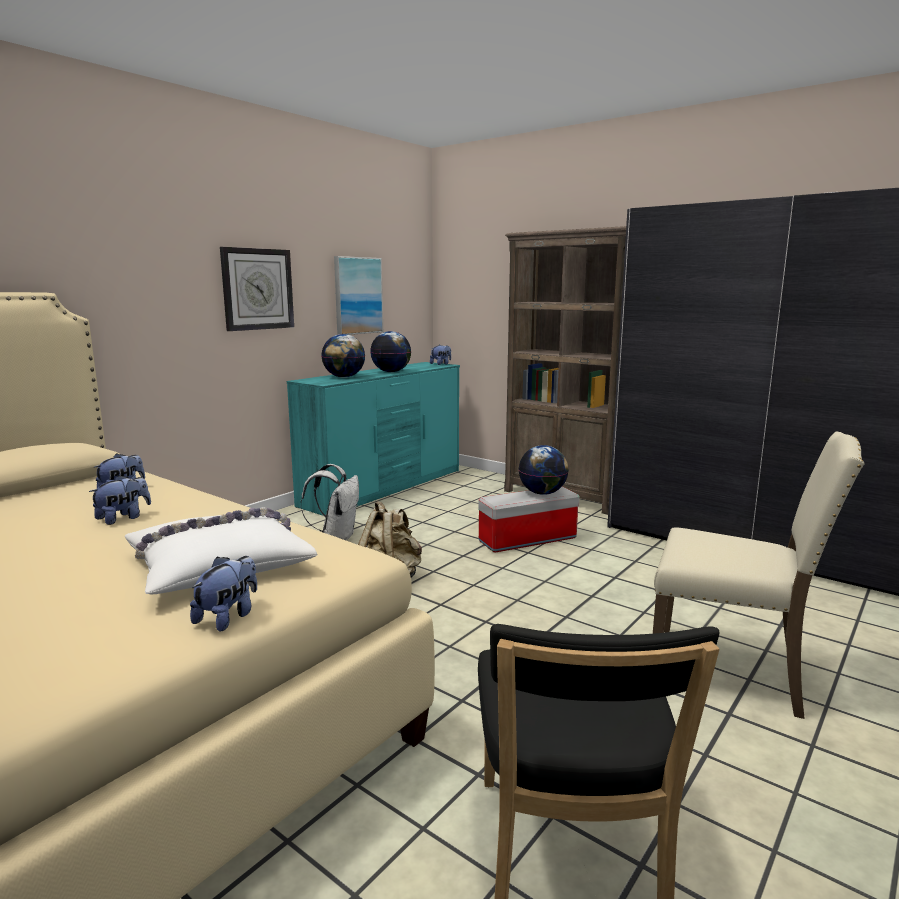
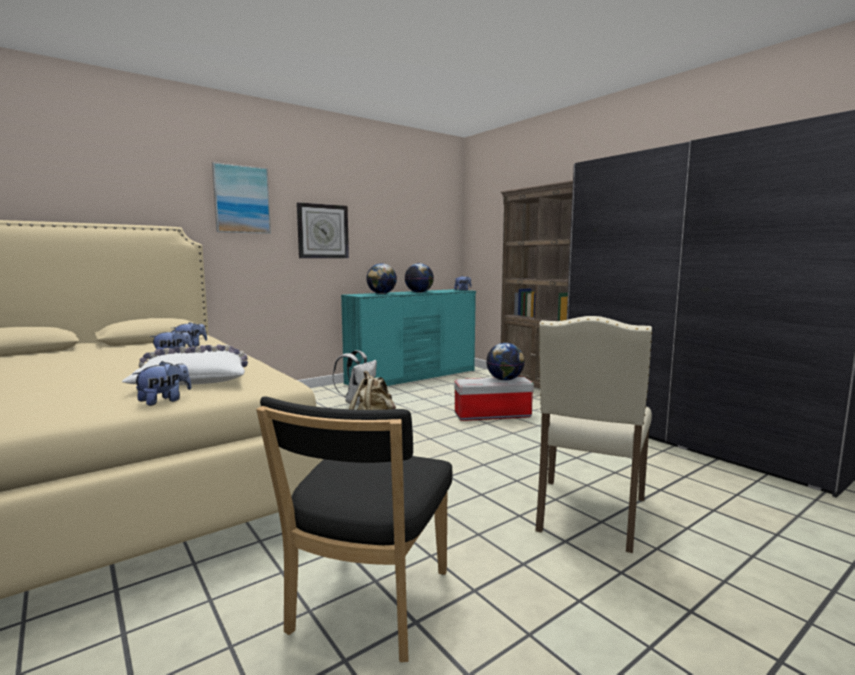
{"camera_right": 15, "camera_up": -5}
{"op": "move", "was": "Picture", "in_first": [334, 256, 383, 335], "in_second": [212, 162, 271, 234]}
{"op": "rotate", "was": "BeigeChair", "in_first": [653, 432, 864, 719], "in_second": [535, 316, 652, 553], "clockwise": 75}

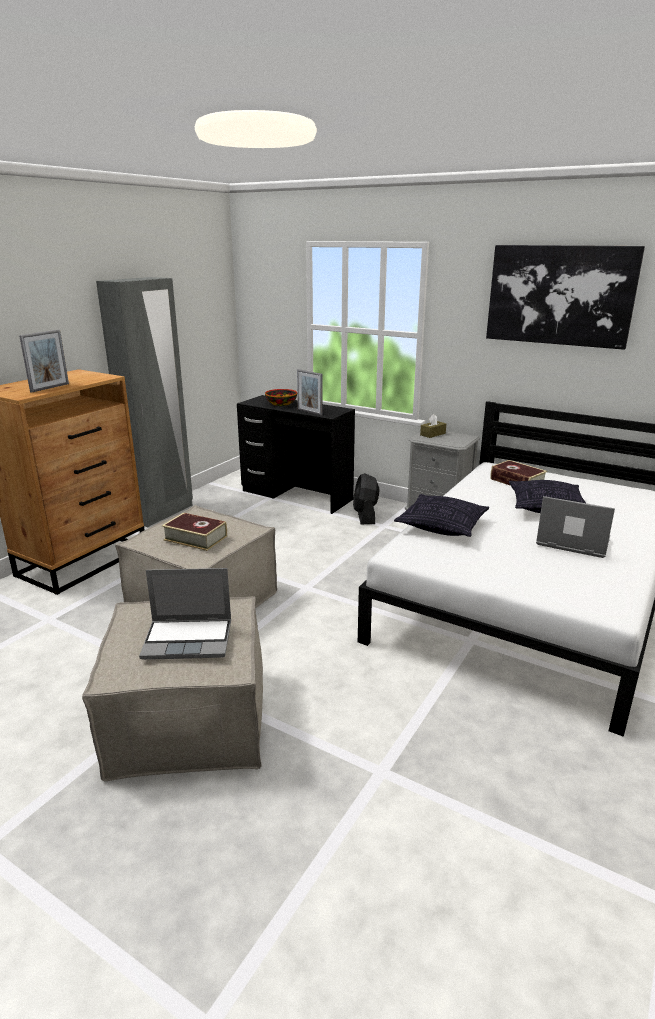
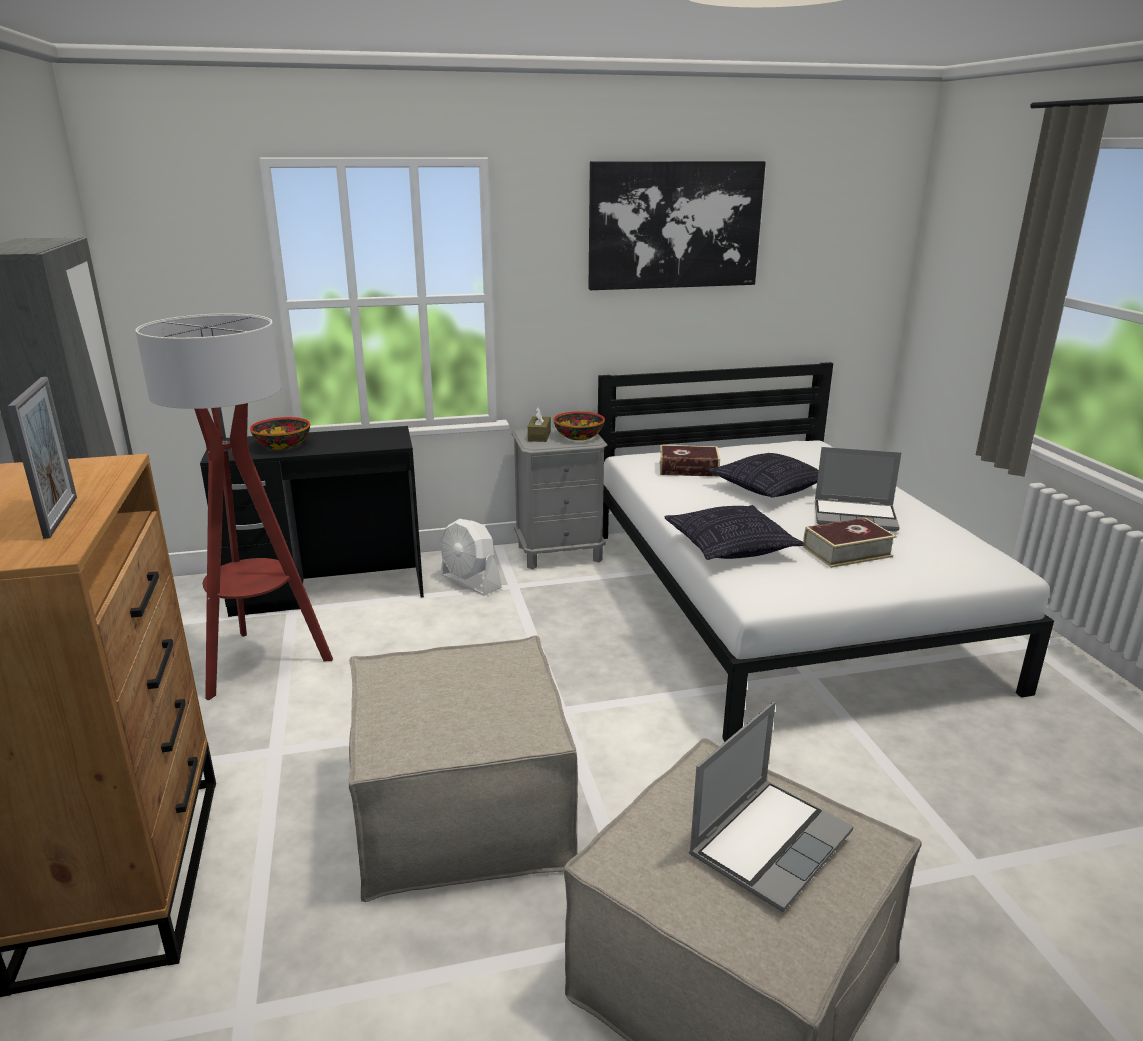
{"camera_right": -45, "camera_up": 0}
{"op": "move", "was": "Book", "in_first": [162, 513, 227, 551], "in_second": [803, 518, 896, 568]}
{"op": "delete", "was": "PictureFrame", "in_first": [297, 369, 323, 415]}
{"op": "recolor", "was": "BlackFan", "now": "WhiteFan", "in_first": [353, 473, 379, 524], "in_second": [441, 519, 501, 596]}
{"op": "rotate", "was": "Laptop", "in_first": [536, 496, 615, 558], "in_second": [815, 447, 901, 532], "clockwise": -150}
{"op": "insert", "now": "FloorLamp", "in_second": [135, 313, 333, 700]}
{"op": "insert", "now": "Bowl", "in_second": [554, 411, 605, 440]}

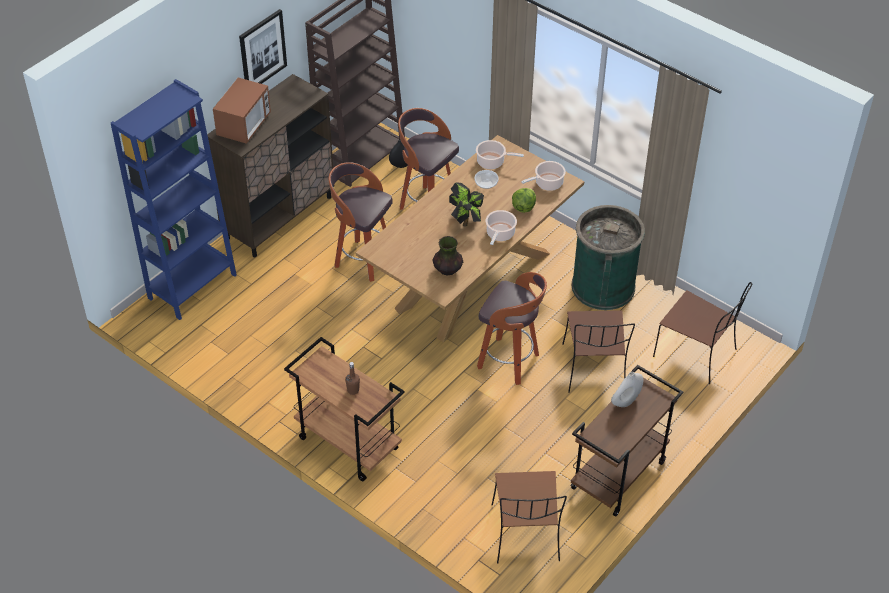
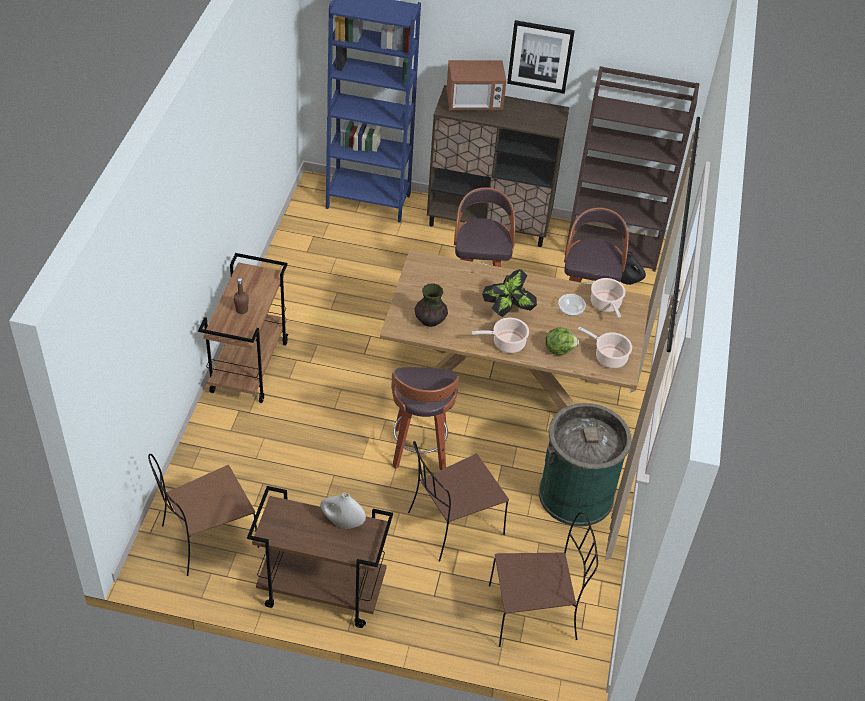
{"camera_right": 60, "camera_up": 0}
{"op": "rotate", "was": "BrownChair", "in_first": [653, 282, 752, 384], "in_second": [489, 512, 598, 647], "clockwise": -105}

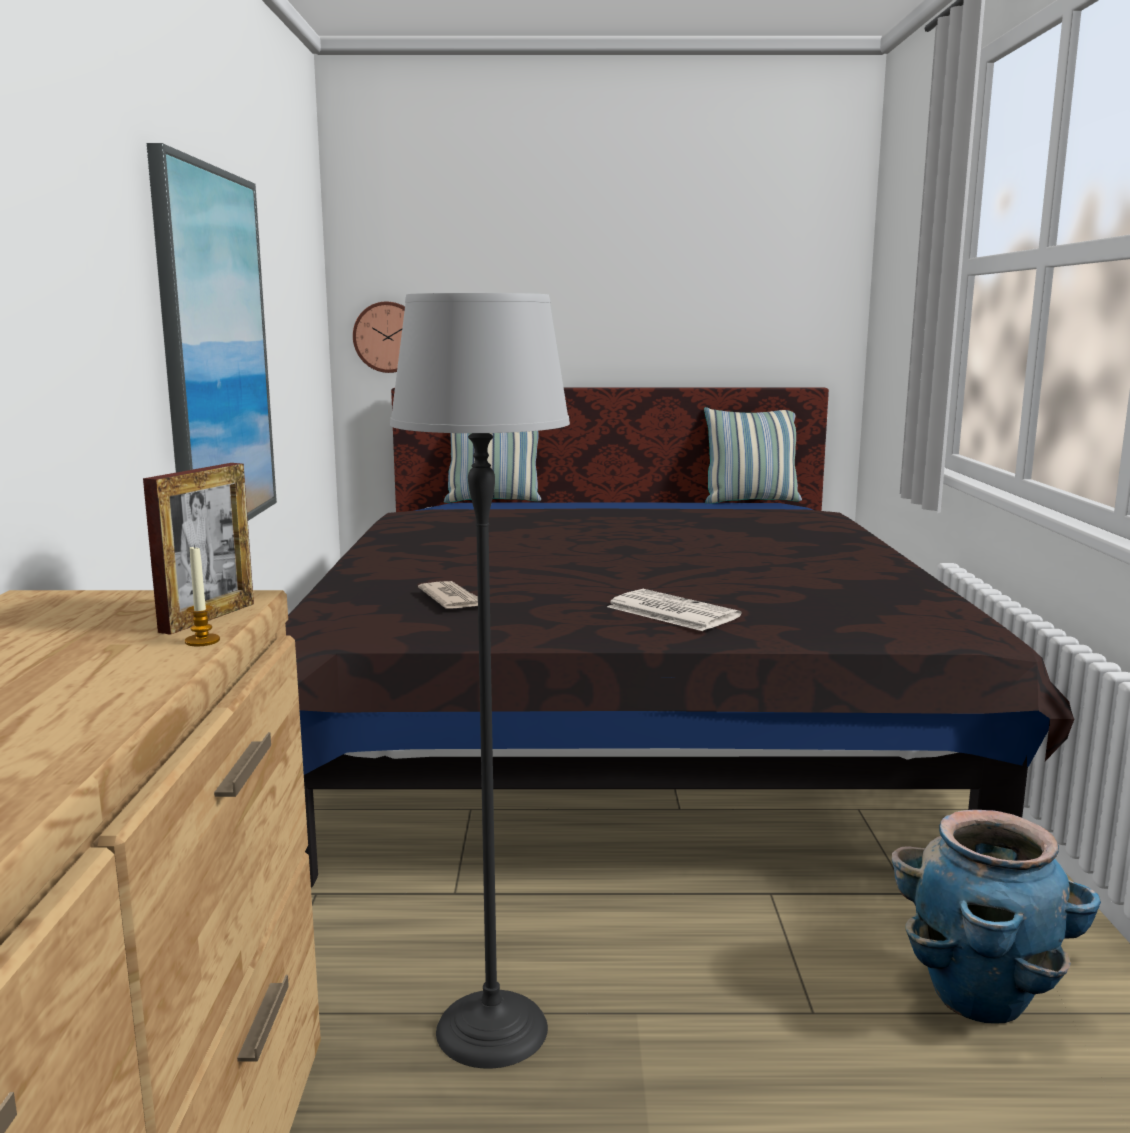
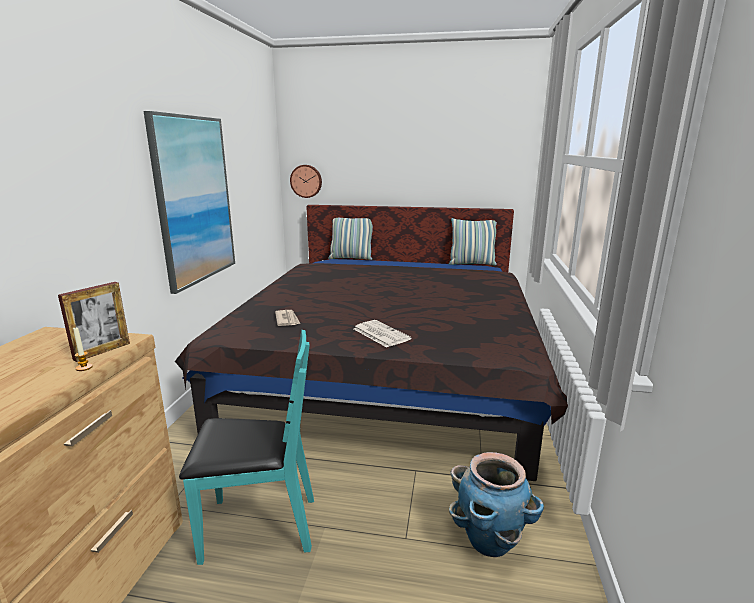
{"camera_right": 10, "camera_up": 5}
{"op": "replace", "was": "FloorLamp", "now": "TurquoiseChair", "in_first": [390, 293, 570, 1069], "in_second": [179, 330, 314, 565]}

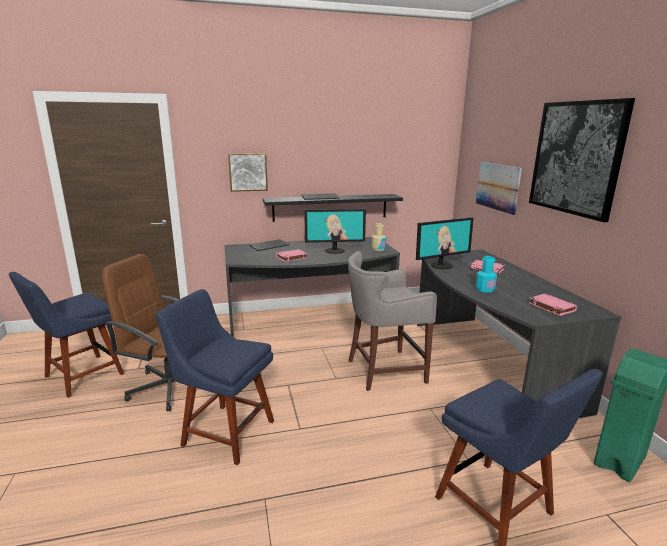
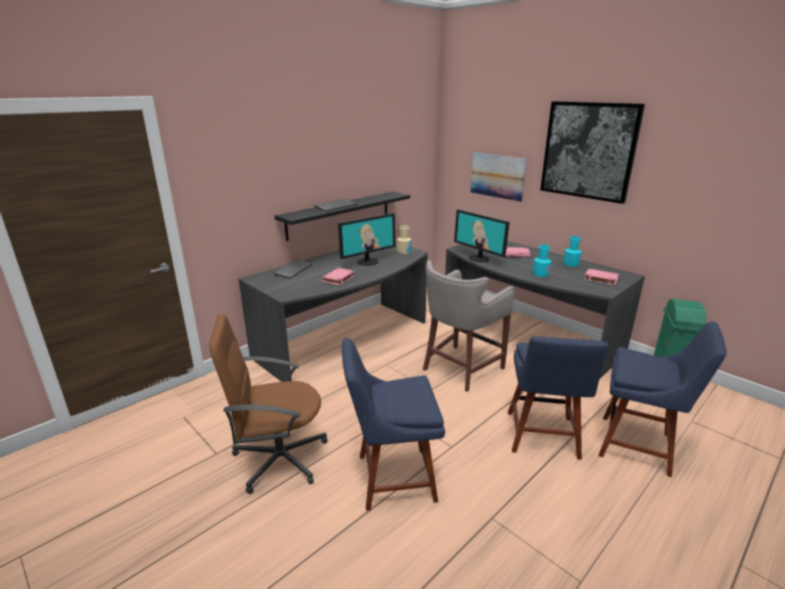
{"camera_right": -30, "camera_up": 5}
{"op": "move", "was": "BlueChair", "in_first": [9, 272, 124, 398], "in_second": [508, 336, 609, 460]}
{"op": "delete", "was": "Picture", "in_first": [228, 153, 268, 192]}
{"op": "rotate", "was": "Monitor", "in_first": [416, 217, 473, 269], "in_second": [454, 209, 510, 262], "clockwise": 105}
{"op": "insert", "now": "TurquoiseBottle", "in_second": [563, 236, 582, 267]}

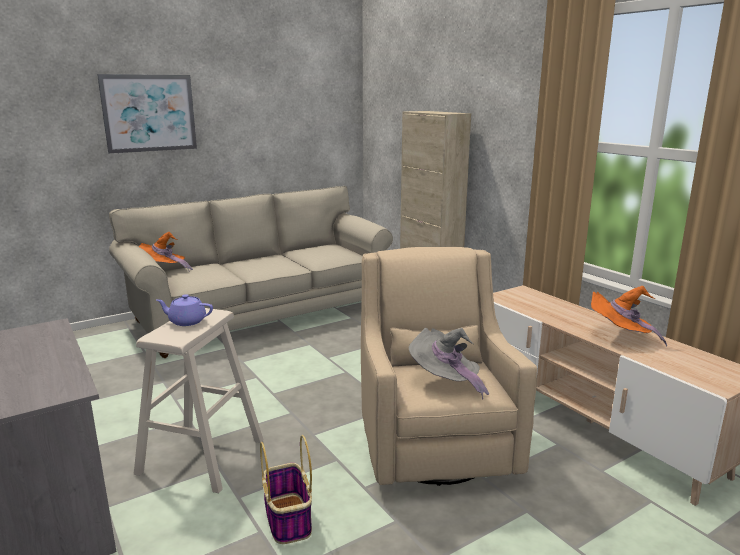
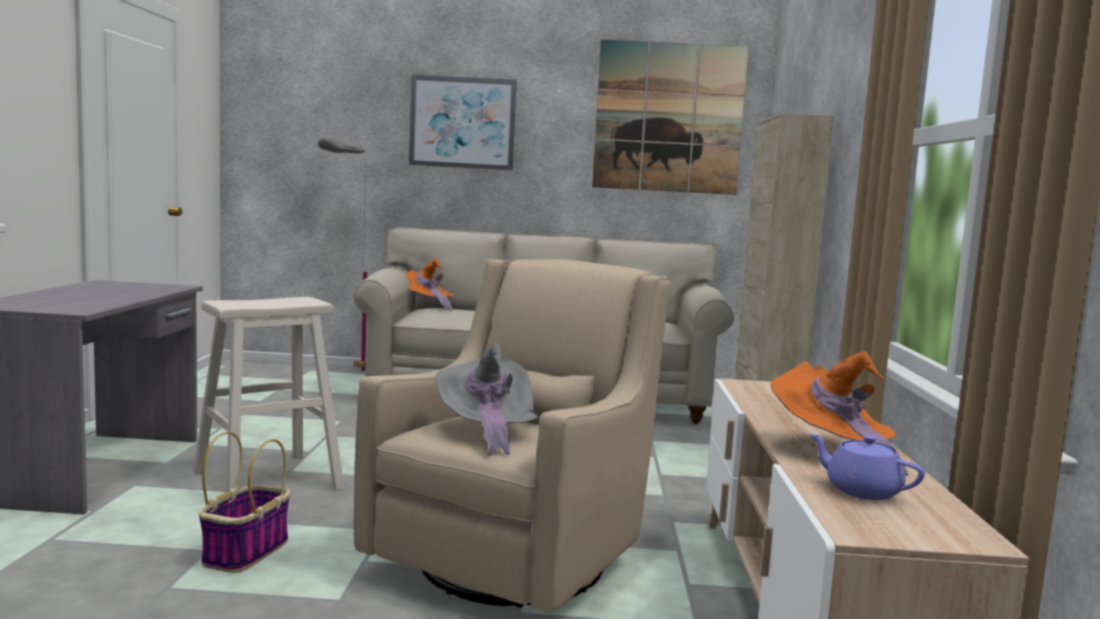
{"camera_right": 35, "camera_up": -10}
{"op": "move", "was": "PurpleTeapot", "in_first": [156, 294, 213, 326], "in_second": [809, 433, 925, 500]}
{"op": "insert", "now": "GreyFloorLamp", "in_second": [318, 135, 367, 371]}
{"op": "insert", "now": "Picture", "in_second": [592, 39, 749, 195]}

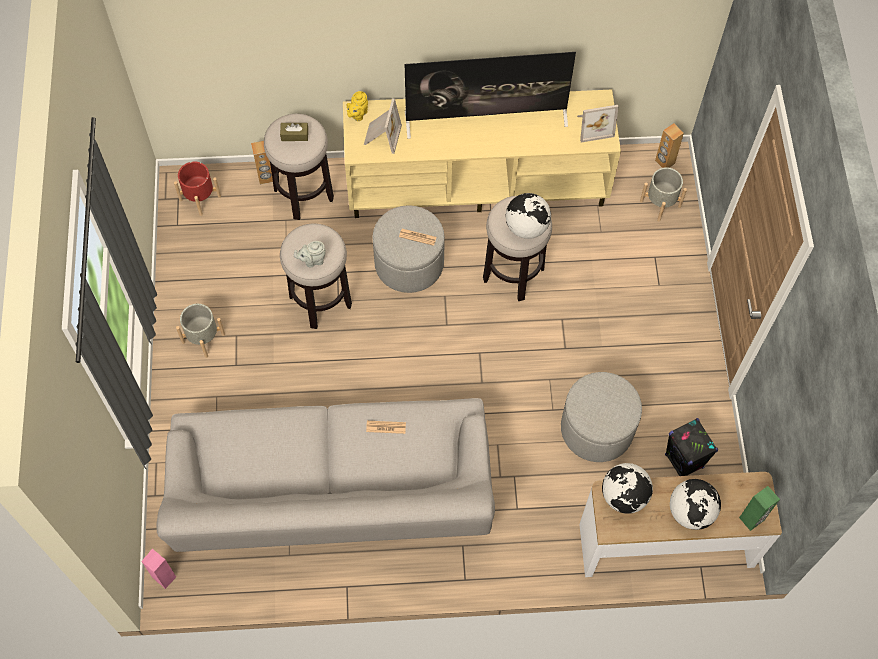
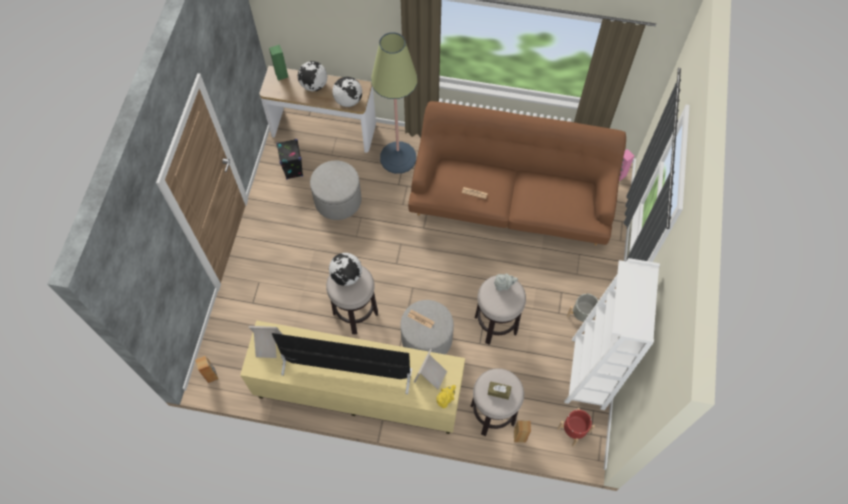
{"camera_right": -165, "camera_up": 0}
{"op": "recolor", "was": "GreySofa", "now": "BrownSofa", "in_first": [156, 398, 495, 552], "in_second": [408, 101, 626, 246]}
{"op": "delete", "was": "GreyPlanter", "in_first": [640, 167, 687, 221]}
{"op": "insert", "now": "FloorLamp", "in_second": [371, 32, 417, 174]}
{"op": "insert", "now": "WhiteBookcase", "in_second": [564, 258, 660, 410]}

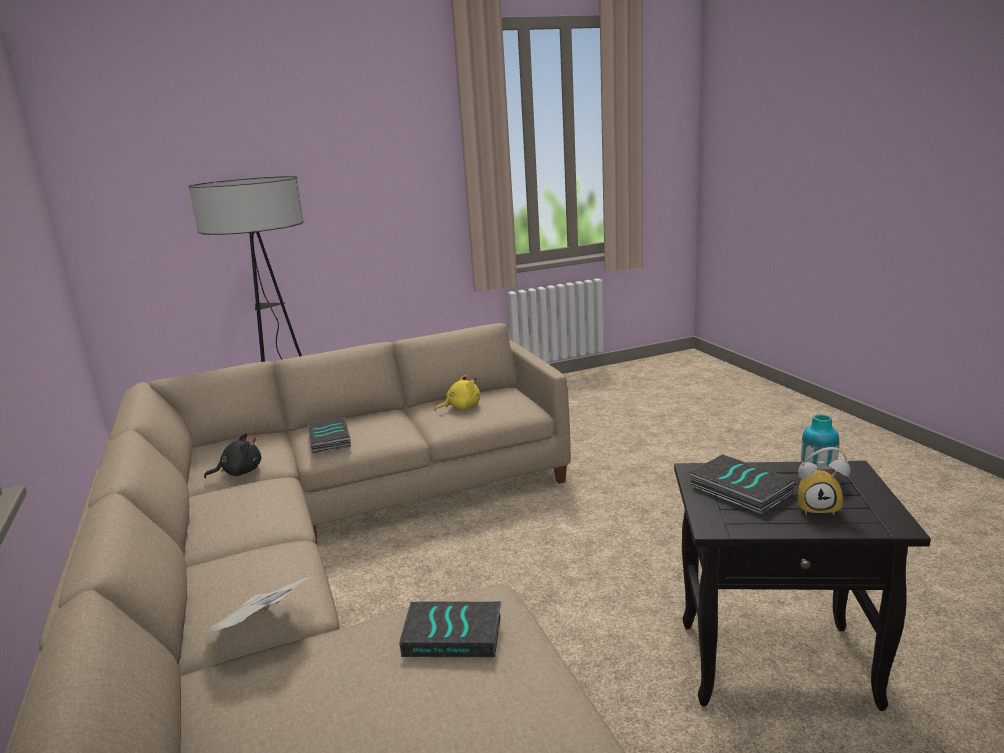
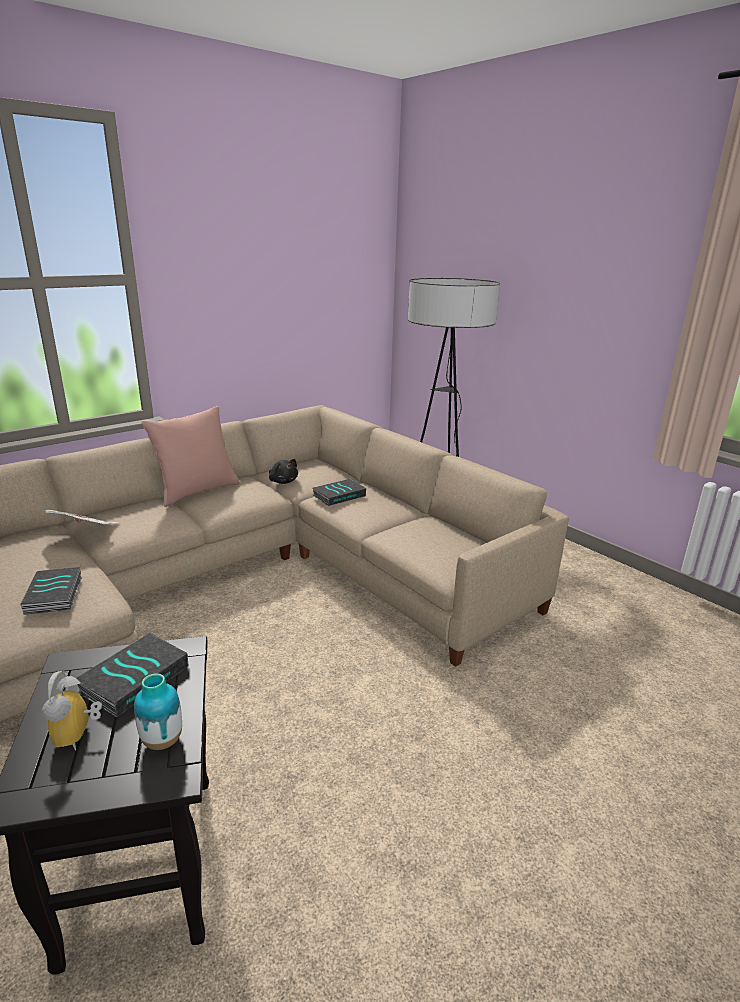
{"camera_right": 70, "camera_up": 5}
{"op": "delete", "was": "YellowPlushToy", "in_first": [434, 374, 480, 411]}
{"op": "insert", "now": "PinkPillow", "in_second": [142, 406, 240, 507]}

